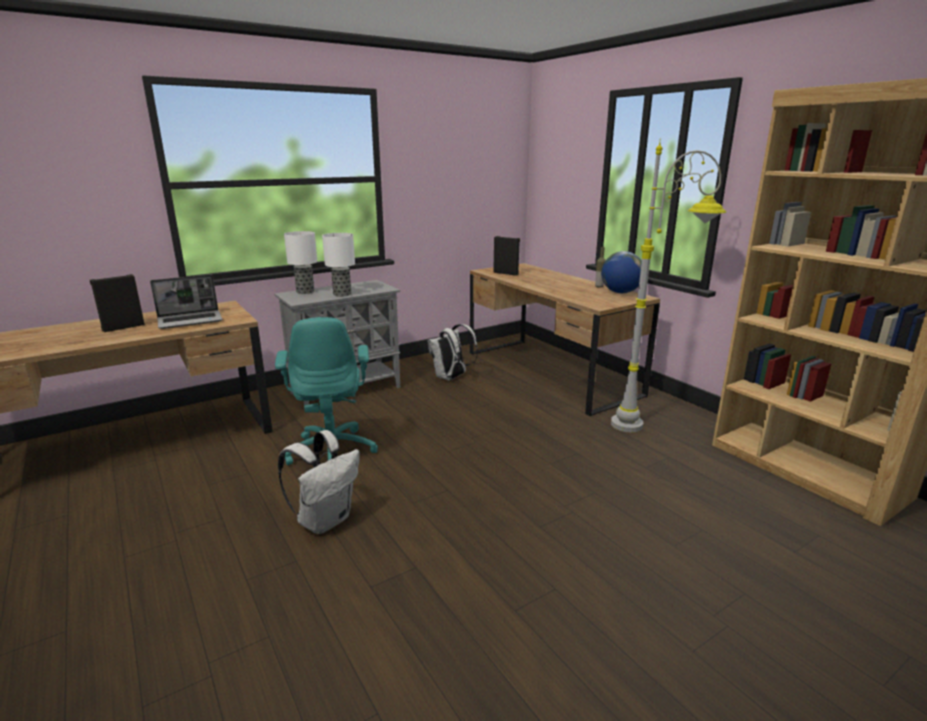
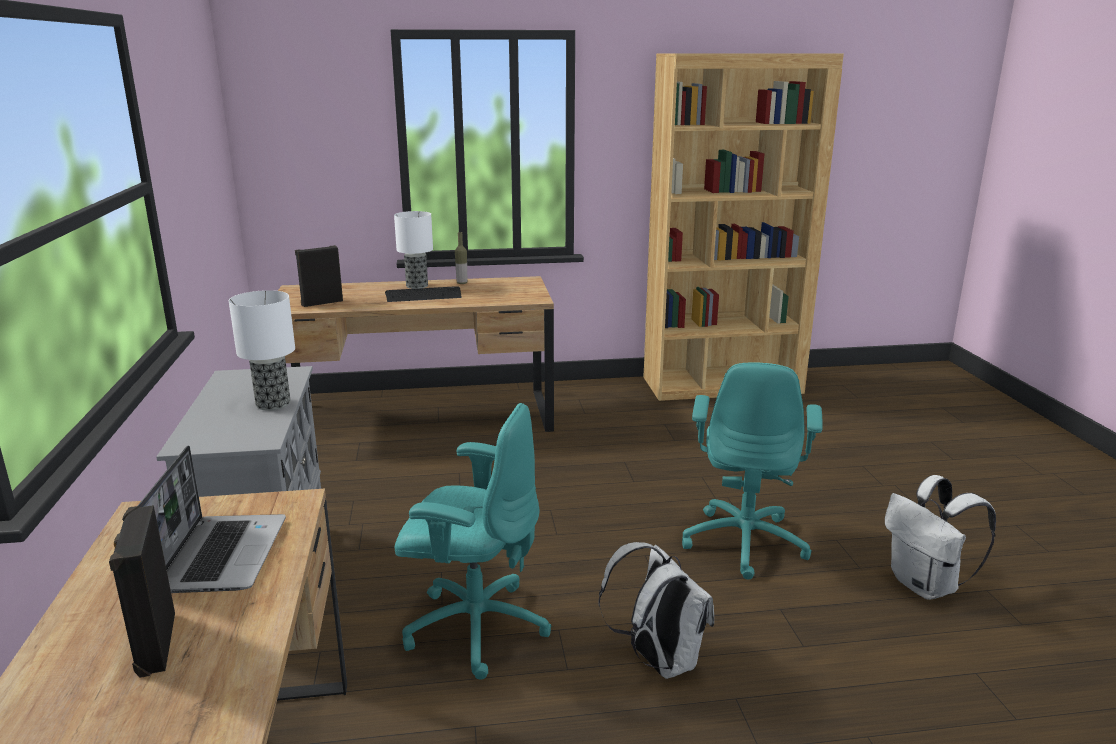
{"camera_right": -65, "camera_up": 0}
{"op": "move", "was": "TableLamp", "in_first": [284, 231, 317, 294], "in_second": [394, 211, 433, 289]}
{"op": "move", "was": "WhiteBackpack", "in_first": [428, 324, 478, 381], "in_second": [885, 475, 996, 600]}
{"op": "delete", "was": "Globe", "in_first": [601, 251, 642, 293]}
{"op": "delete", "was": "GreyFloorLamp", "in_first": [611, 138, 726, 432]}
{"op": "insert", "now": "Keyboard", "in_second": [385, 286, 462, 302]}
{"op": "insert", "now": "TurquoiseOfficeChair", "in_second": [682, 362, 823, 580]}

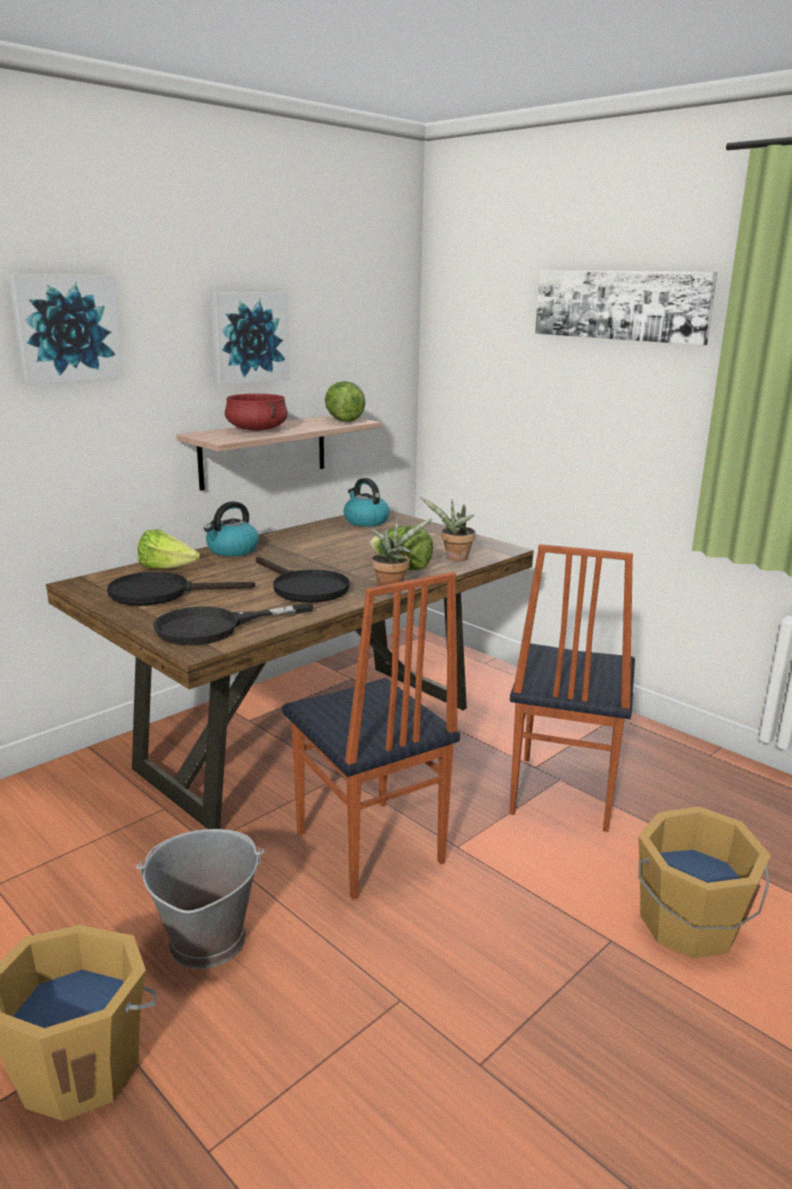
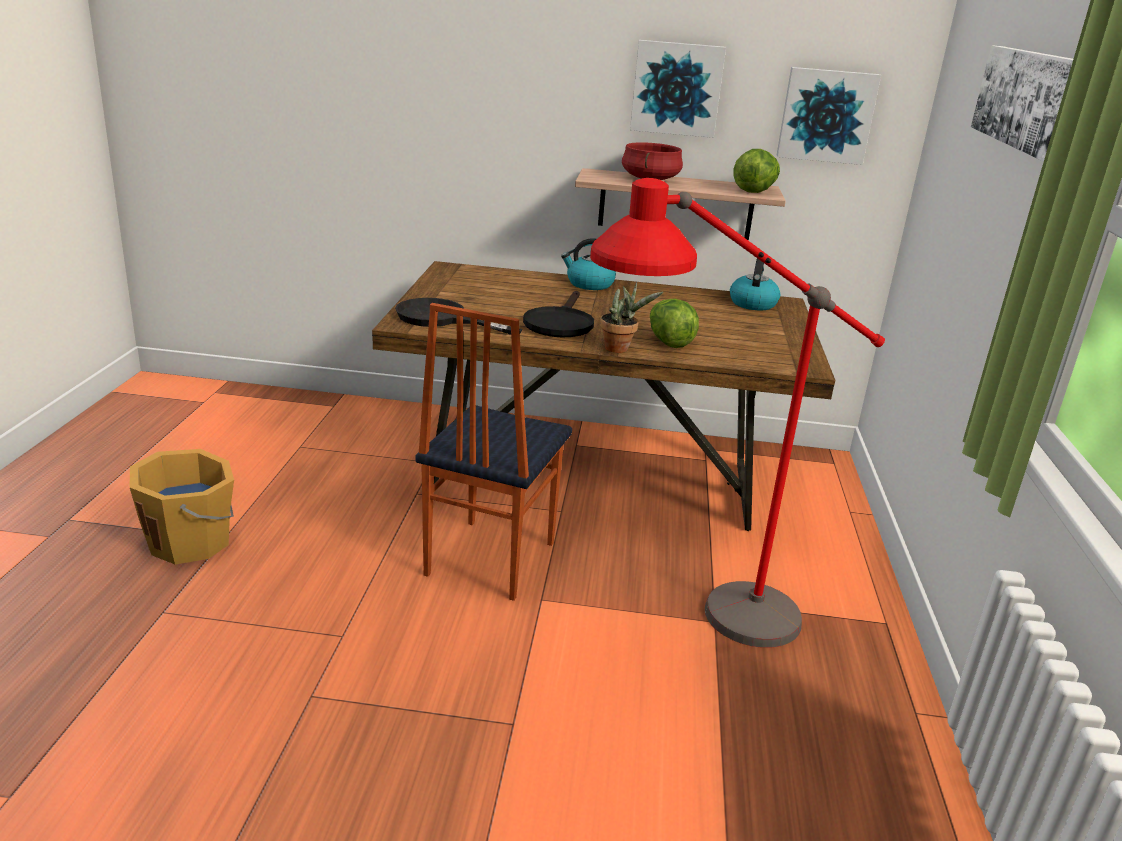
{"camera_right": 50, "camera_up": 5}
{"op": "move", "was": "Picture", "in_first": [8, 274, 124, 385], "in_second": [776, 67, 881, 165]}
{"op": "delete", "was": "BlackFryingPan", "in_first": [107, 572, 255, 606]}
{"op": "delete", "was": "GreyBucket", "in_first": [136, 829, 265, 969]}
{"op": "delete", "was": "Lettuce", "in_first": [138, 529, 200, 569]}
{"op": "delete", "was": "PottedPlant", "in_first": [420, 497, 475, 561]}
{"op": "replace", "was": "Chair", "now": "RedFloorLamp", "in_first": [509, 544, 635, 832], "in_second": [590, 178, 885, 648]}
{"op": "delete", "was": "OrangeBucket", "in_first": [638, 806, 771, 959]}

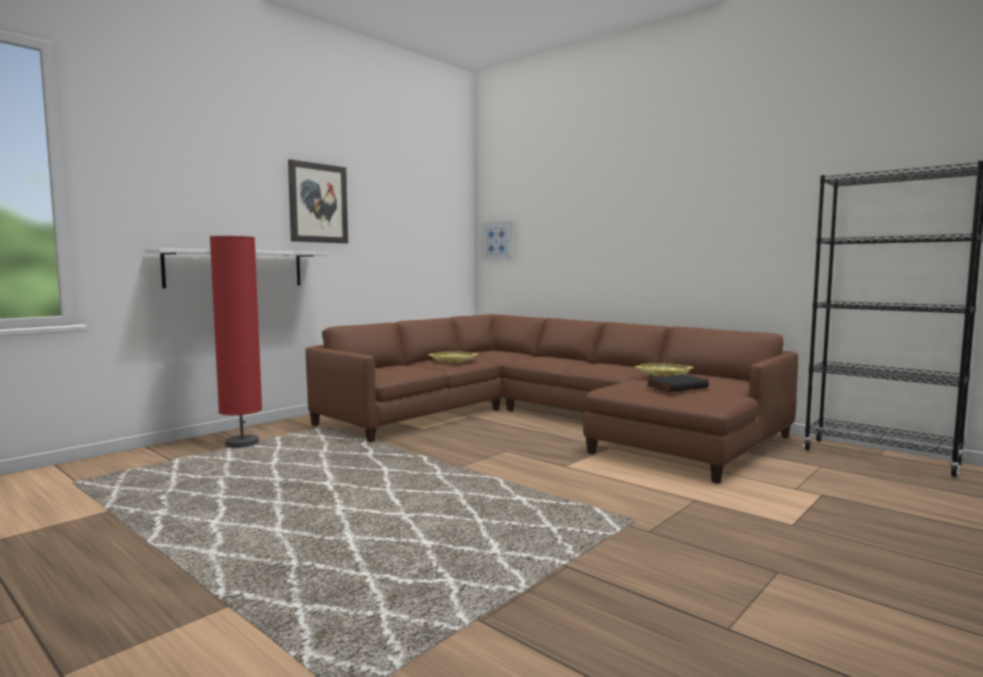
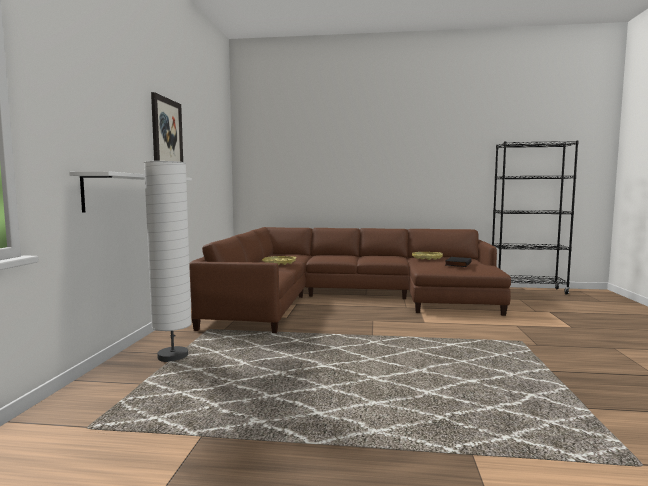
{"camera_right": -35, "camera_up": 0}
{"op": "recolor", "was": "RedFloorLamp", "now": "WhiteFloorLamp", "in_first": [210, 236, 262, 448], "in_second": [144, 161, 192, 362]}
{"op": "delete", "was": "Picture", "in_first": [482, 221, 513, 261]}

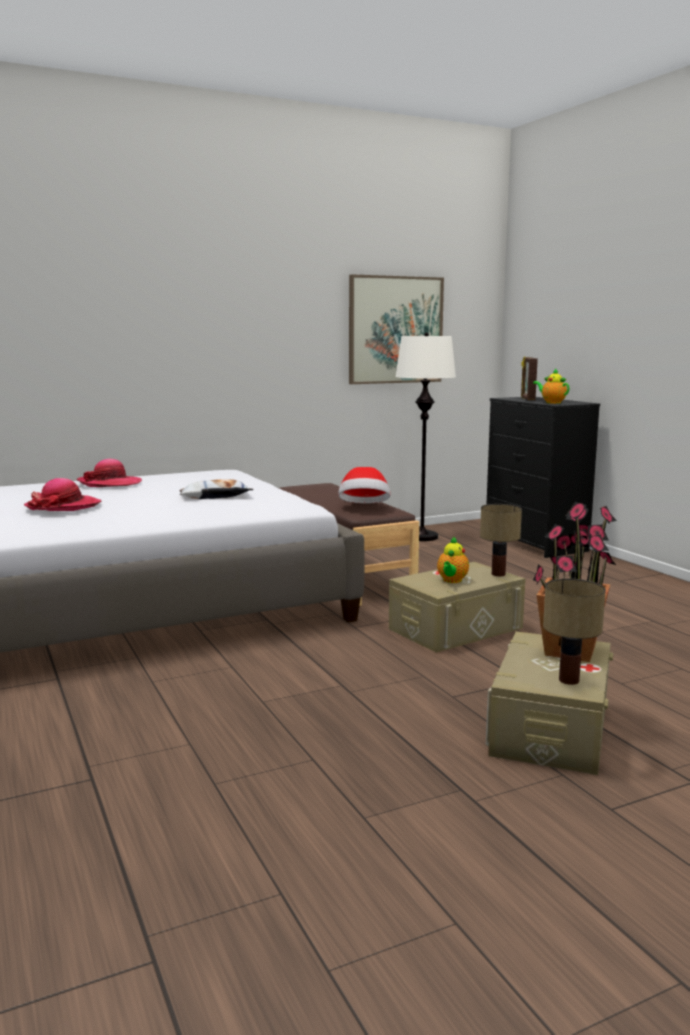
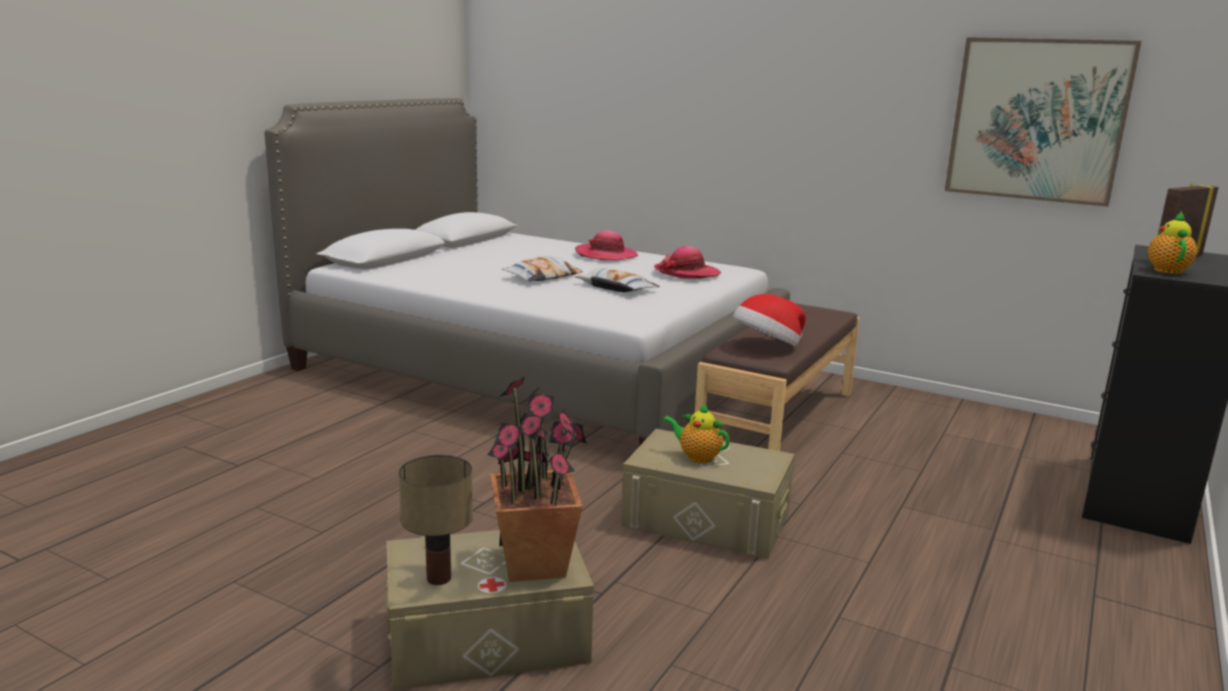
{"camera_right": 55, "camera_up": 5}
{"op": "move", "was": "Hat", "in_first": [24, 478, 102, 511], "in_second": [654, 246, 721, 279]}
{"op": "delete", "was": "WhiteFloorLamp", "in_first": [395, 332, 456, 541]}
{"op": "rotate", "was": "Teapot", "in_first": [437, 536, 469, 583], "in_second": [663, 403, 730, 464], "clockwise": 45}
{"op": "delete", "was": "TableLamp", "in_first": [480, 504, 522, 576]}
{"op": "insert", "now": "Pillow", "in_second": [502, 256, 583, 282]}

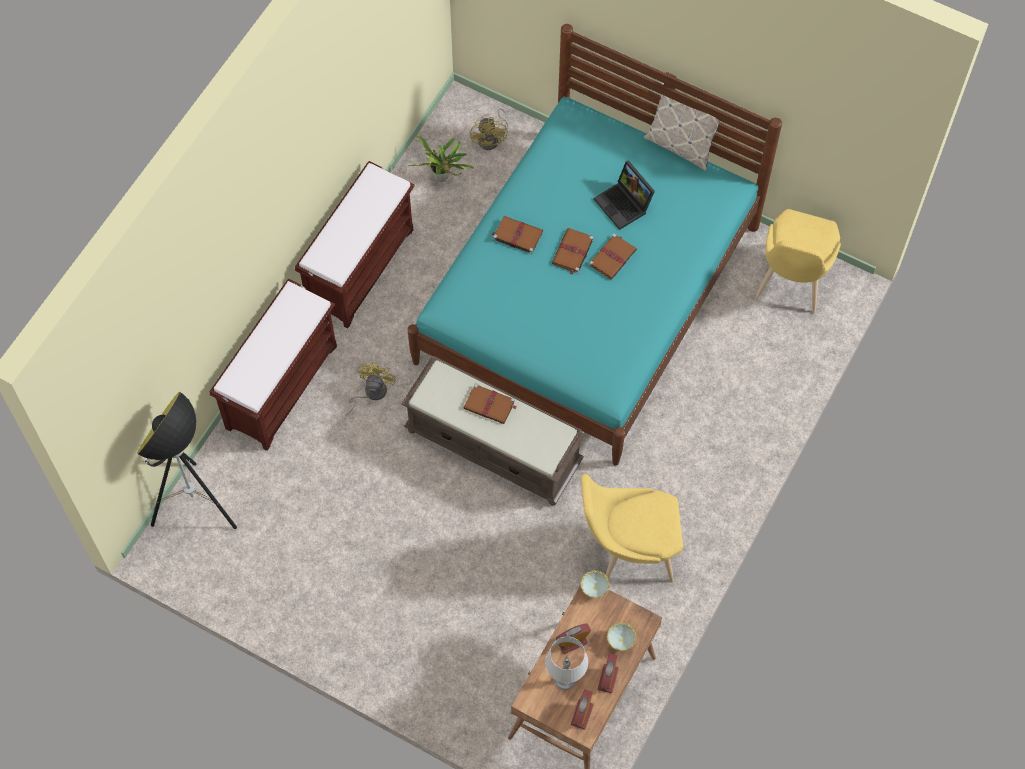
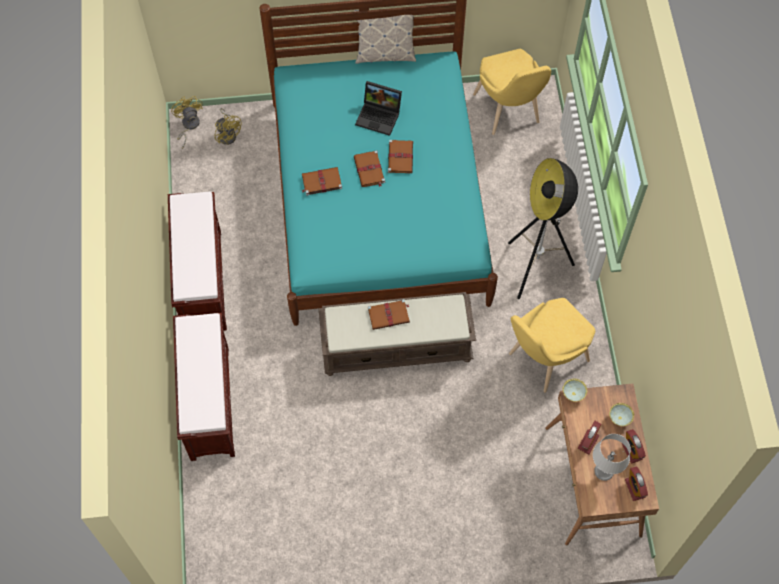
{"camera_right": -35, "camera_up": 0}
{"op": "move", "was": "FloorLamp", "in_first": [137, 391, 237, 529], "in_second": [508, 158, 578, 299]}
{"op": "move", "was": "YellowFan", "in_first": [346, 362, 396, 415], "in_second": [171, 96, 203, 149]}
{"op": "delete", "was": "PottedPlant", "in_first": [408, 136, 474, 182]}

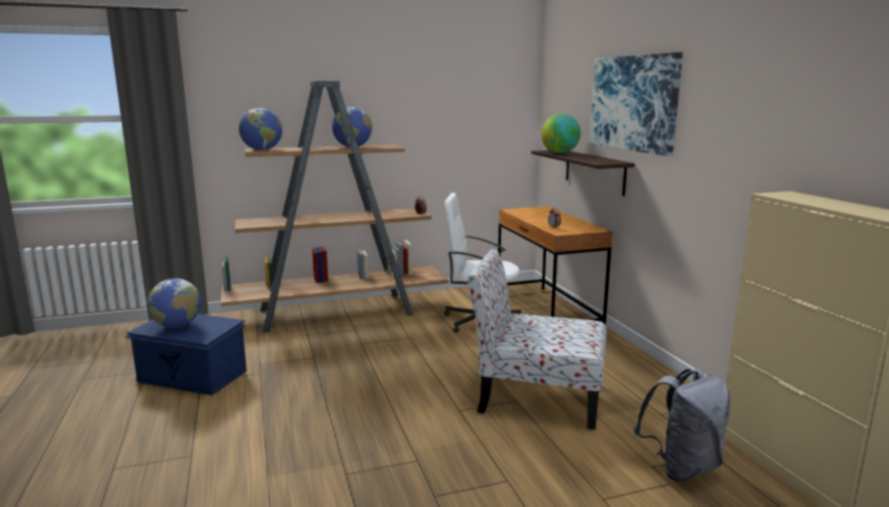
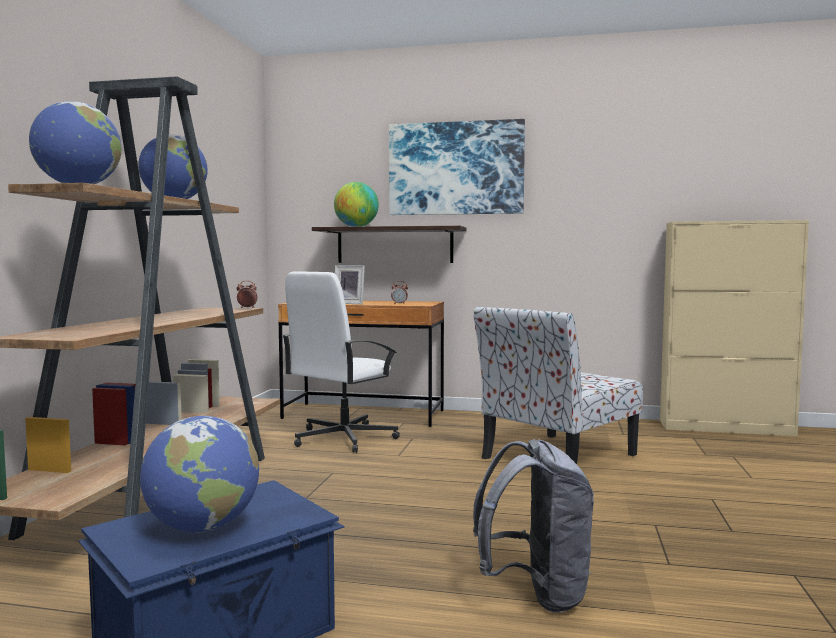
{"camera_right": -60, "camera_up": -10}
{"op": "move", "was": "GreyBackpack", "in_first": [634, 368, 731, 482], "in_second": [473, 439, 594, 613]}
{"op": "insert", "now": "PictureFrame", "in_second": [335, 265, 365, 304]}

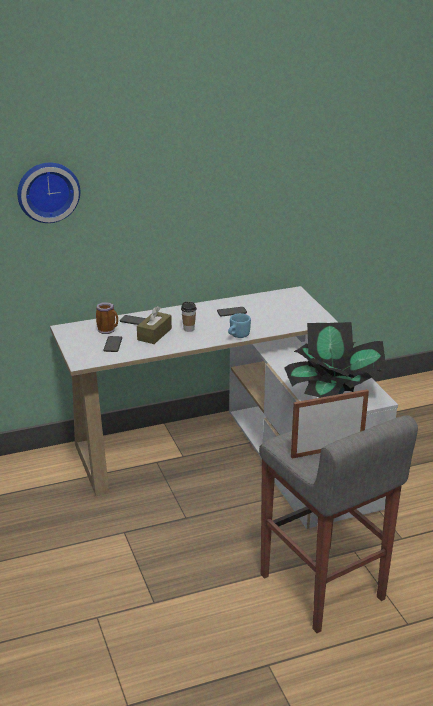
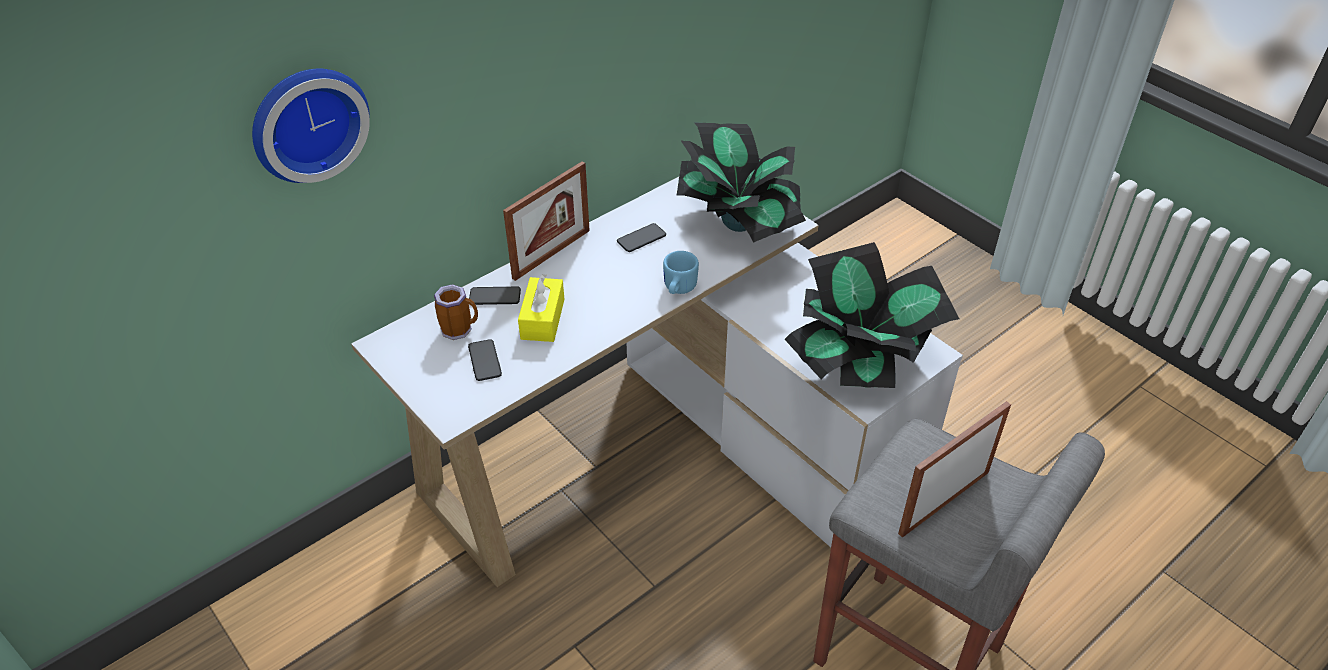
{"camera_right": -20, "camera_up": 15}
{"op": "recolor", "was": "BrownTissueBox", "now": "YellowTissueBox", "in_first": [137, 306, 172, 344], "in_second": [518, 274, 564, 342]}
{"op": "delete", "was": "Cup", "in_first": [181, 301, 197, 332]}
{"op": "insert", "now": "PictureFrame", "in_second": [503, 161, 590, 281]}
{"op": "insert", "now": "PottedPlant", "in_second": [677, 123, 806, 243]}

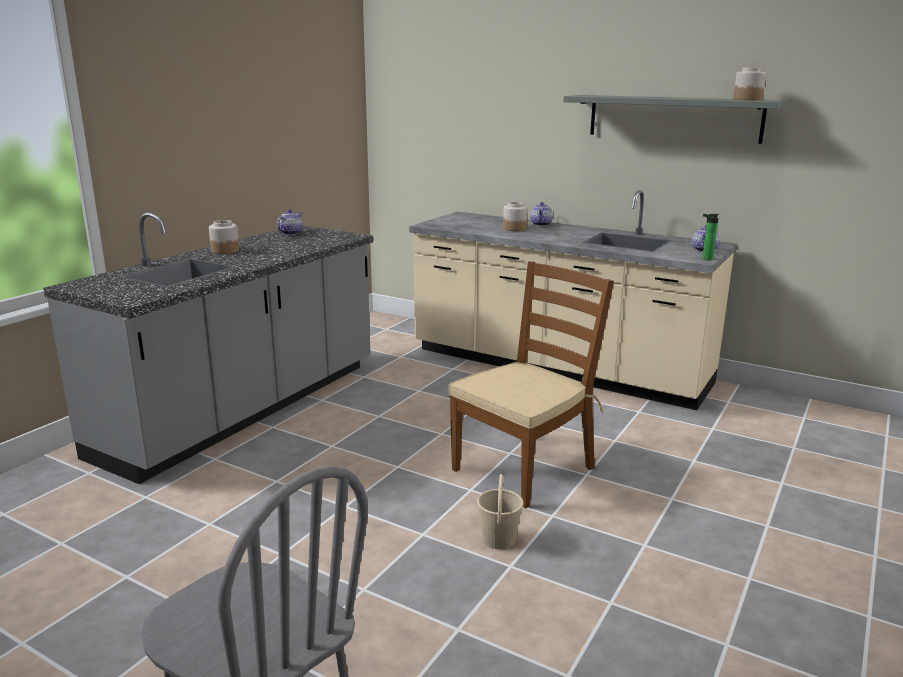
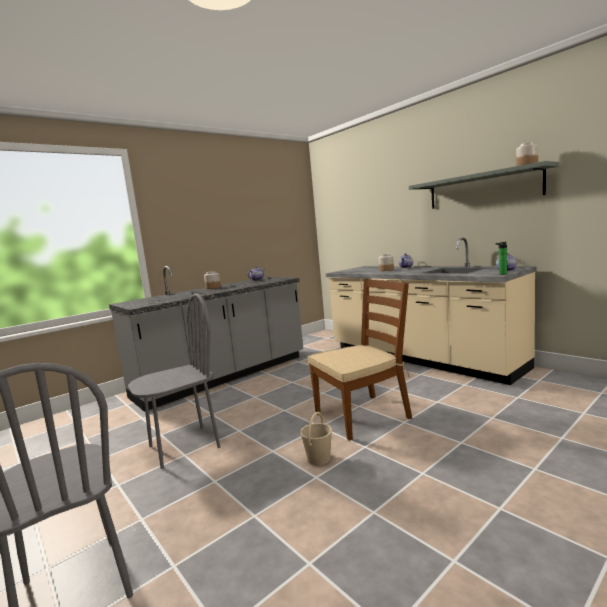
{"camera_right": 20, "camera_up": -10}
{"op": "insert", "now": "GreyChair", "in_second": [128, 293, 220, 469]}

